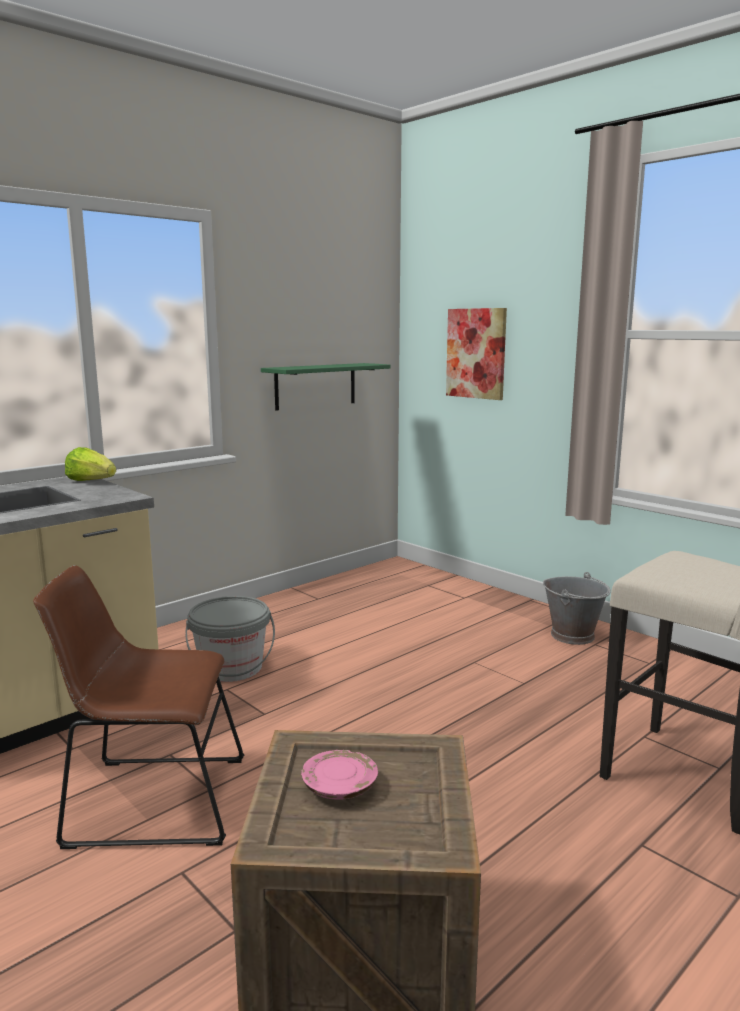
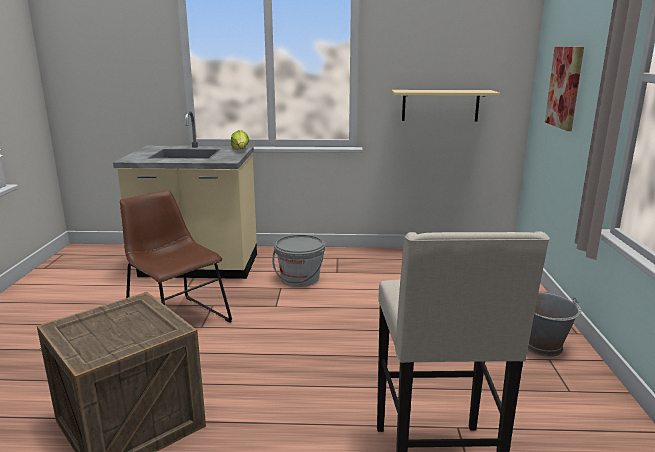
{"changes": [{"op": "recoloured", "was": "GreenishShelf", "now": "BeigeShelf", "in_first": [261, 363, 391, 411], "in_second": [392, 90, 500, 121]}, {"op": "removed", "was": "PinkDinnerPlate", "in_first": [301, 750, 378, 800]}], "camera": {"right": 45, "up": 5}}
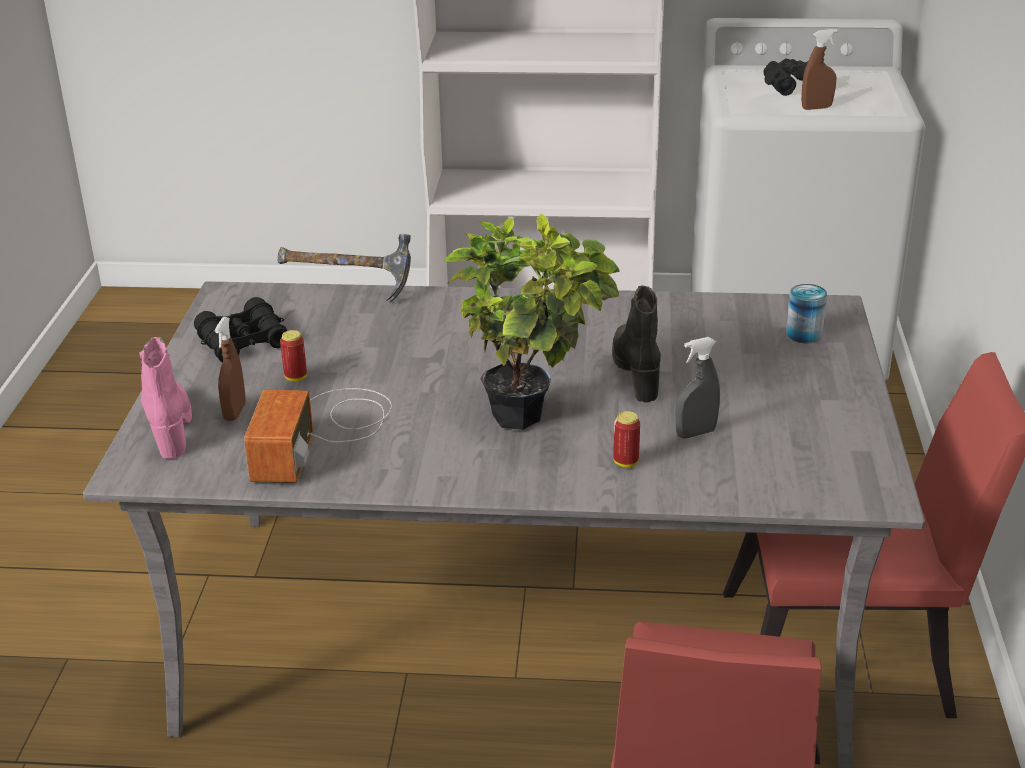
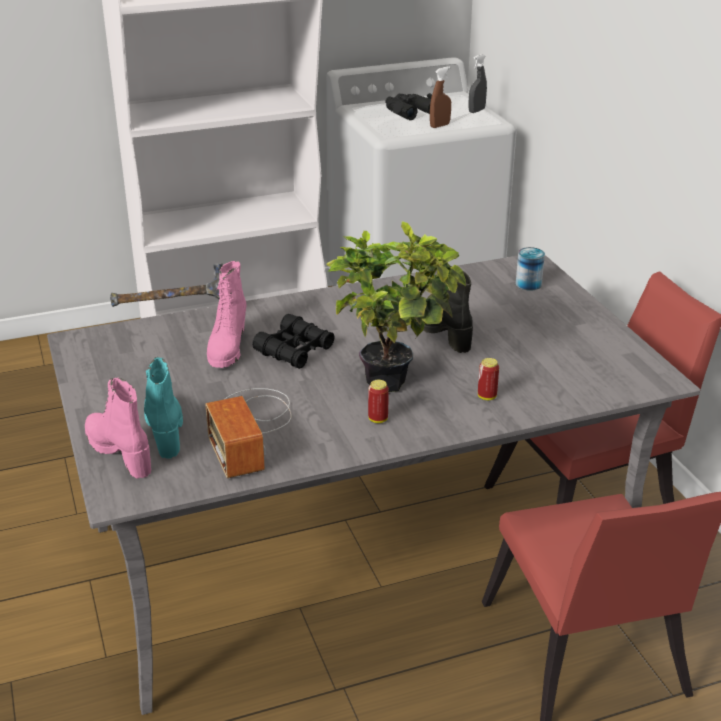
{"changes": [{"op": "moved", "was": "BlackishFieldGlasses", "in_first": [194, 297, 288, 362], "in_second": [252, 314, 334, 369]}, {"op": "replaced", "was": "BrownSprayer", "now": "BlueGreenHighTopBoot", "in_first": [214, 317, 246, 421], "in_second": [144, 357, 183, 459]}, {"op": "moved", "was": "SealedCan", "in_first": [280, 330, 307, 382], "in_second": [368, 380, 389, 423]}, {"op": "moved", "was": "GraySprayer", "in_first": [675, 337, 720, 439], "in_second": [468, 54, 487, 113]}, {"op": "added", "now": "PinkHighTopBoot", "in_second": [207, 261, 246, 368]}], "camera": {"right": -25, "up": 0}}
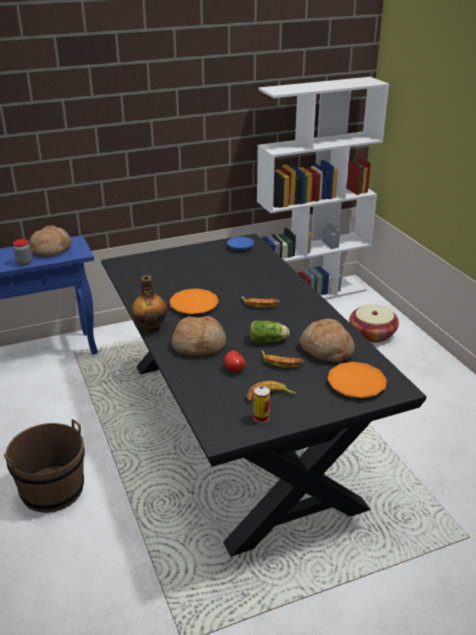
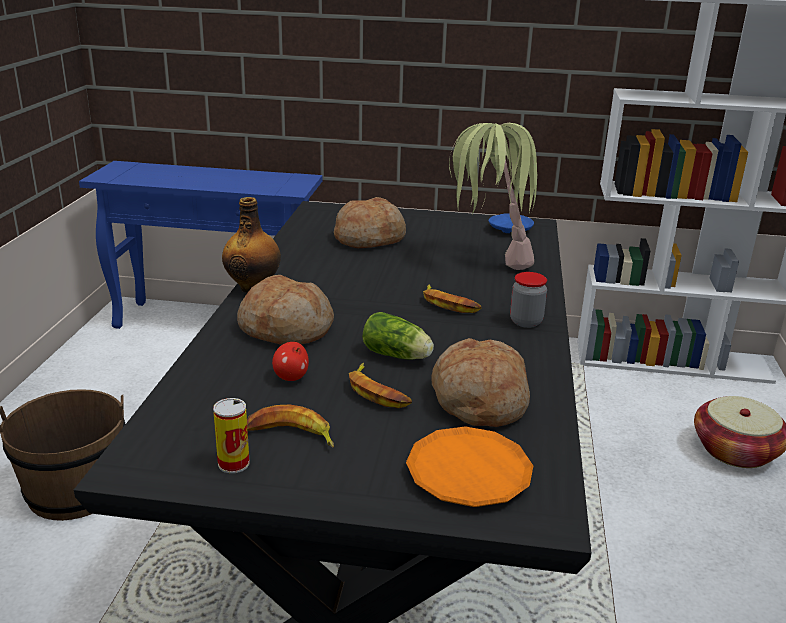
{"changes": [{"op": "moved", "was": "Jar", "in_first": [13, 239, 32, 266], "in_second": [510, 272, 547, 328]}, {"op": "moved", "was": "Bread", "in_first": [29, 225, 72, 257], "in_second": [334, 197, 406, 248]}, {"op": "removed", "was": "OrangeyDinnerPlate", "in_first": [169, 288, 219, 314]}, {"op": "added", "now": "Houseplant", "in_second": [449, 123, 537, 270]}], "camera": {"right": 30, "up": -5}}
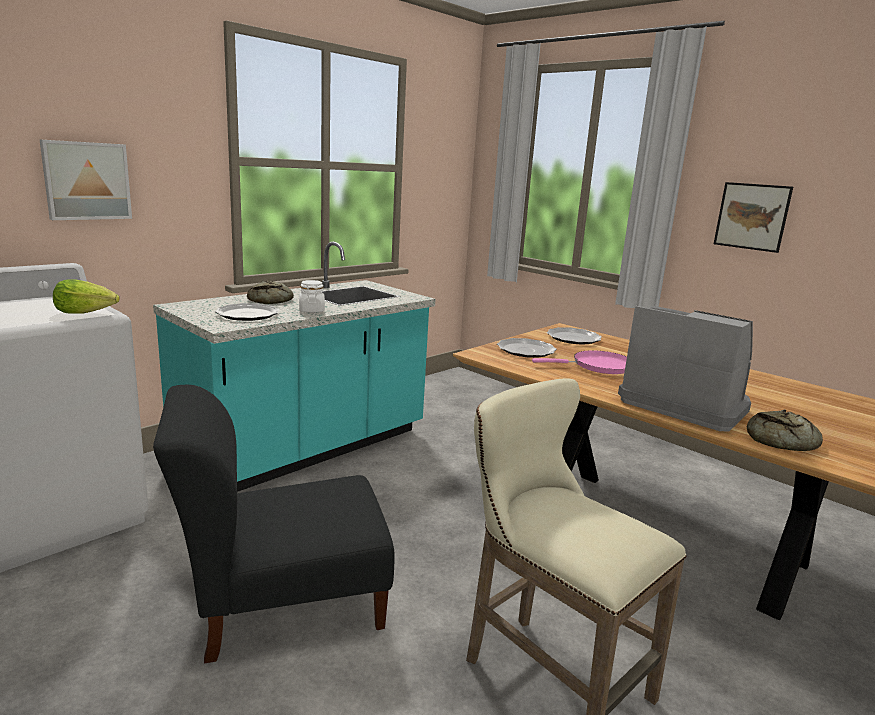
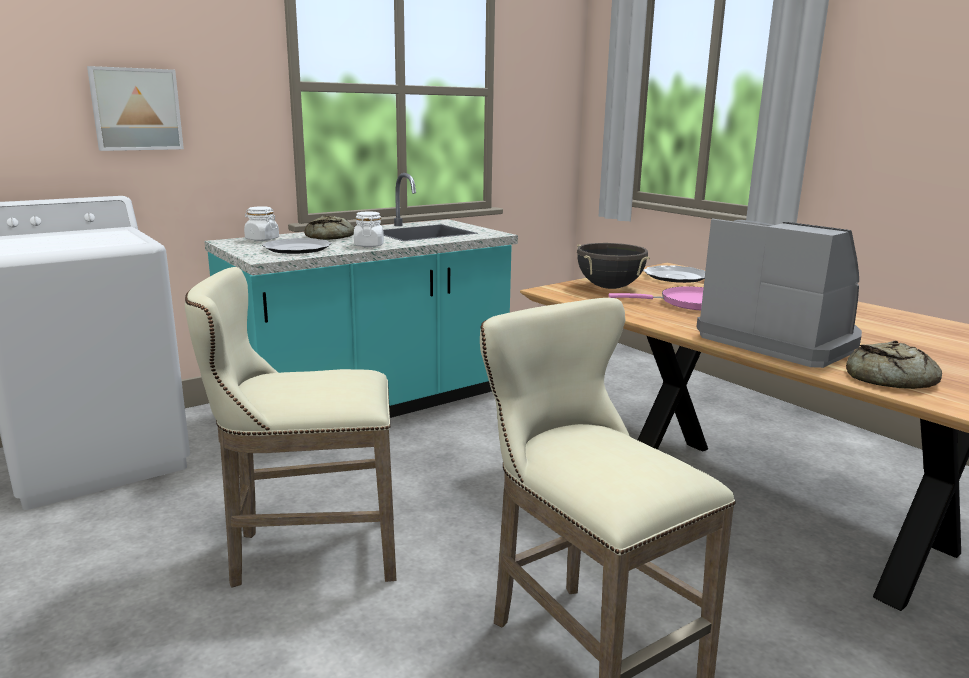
{"changes": [{"op": "removed", "was": "LettuceHead", "in_first": [53, 279, 120, 314]}, {"op": "replaced", "was": "BlackishPlainChair", "now": "BeigeSittingStool", "in_first": [153, 385, 394, 663], "in_second": [185, 267, 397, 588]}, {"op": "replaced", "was": "DinnerPlate", "now": "BlackishSaucepot", "in_first": [497, 338, 557, 358], "in_second": [577, 243, 650, 289]}, {"op": "removed", "was": "Picture", "in_first": [714, 182, 793, 253]}, {"op": "added", "now": "WhiteColouredJar", "in_second": [244, 206, 279, 241]}], "camera": {"right": 10, "up": 0}}
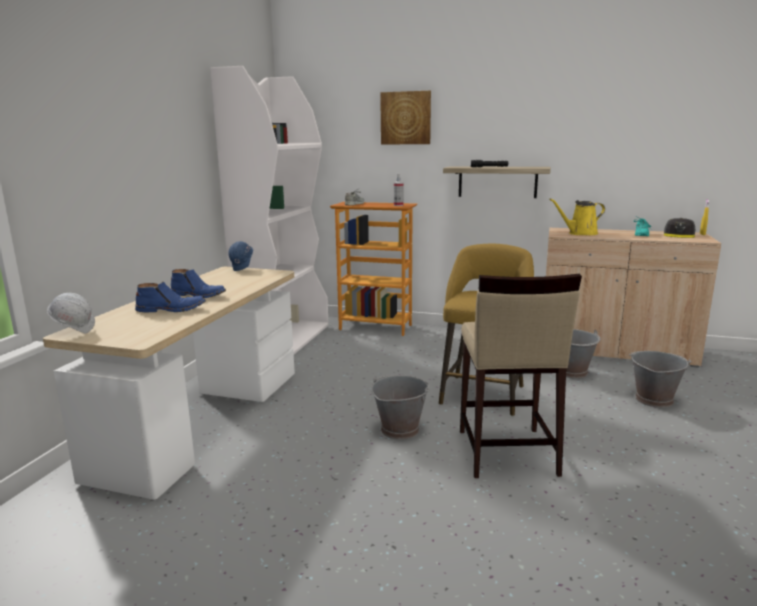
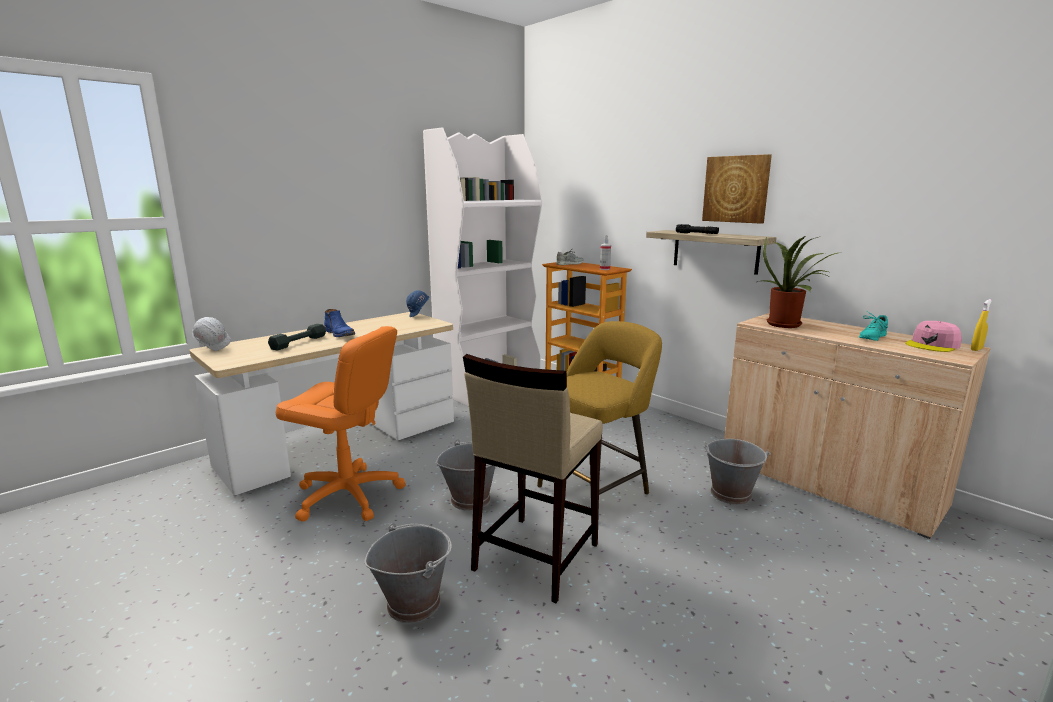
{"changes": [{"op": "replaced", "was": "BlueHighTopBoot", "now": "GrayFreeWeight", "in_first": [135, 281, 206, 312], "in_second": [268, 324, 326, 350]}, {"op": "moved", "was": "Picture", "in_first": [380, 91, 431, 145], "in_second": [702, 154, 772, 224]}, {"op": "replaced", "was": "YellowishSprinklingCan", "now": "Houseplant", "in_first": [549, 199, 605, 235], "in_second": [757, 236, 837, 328]}, {"op": "moved", "was": "GrayWaterBucket", "in_first": [629, 351, 692, 408], "in_second": [364, 523, 452, 623]}, {"op": "recoloured", "was": "GrayBaseballCap", "now": "PinkBaseballCap", "in_first": [664, 218, 696, 238], "in_second": [905, 321, 962, 352]}, {"op": "added", "now": "OrangeyOfficeChair", "in_second": [276, 326, 406, 521]}], "camera": {"right": 30, "up": 0}}
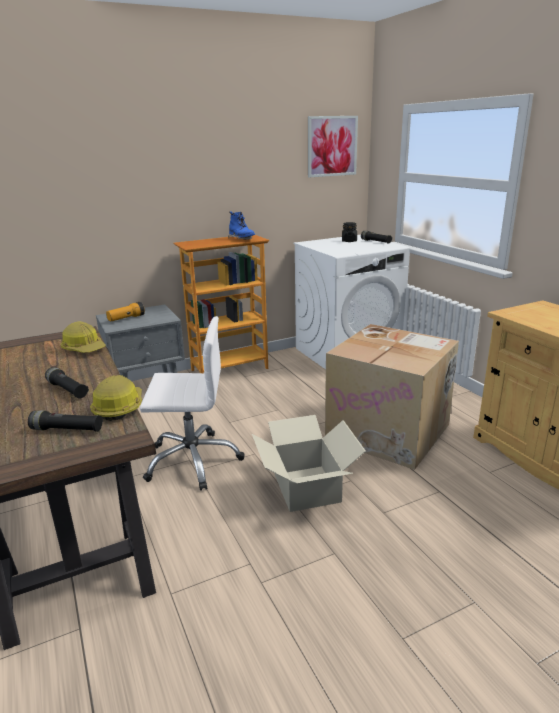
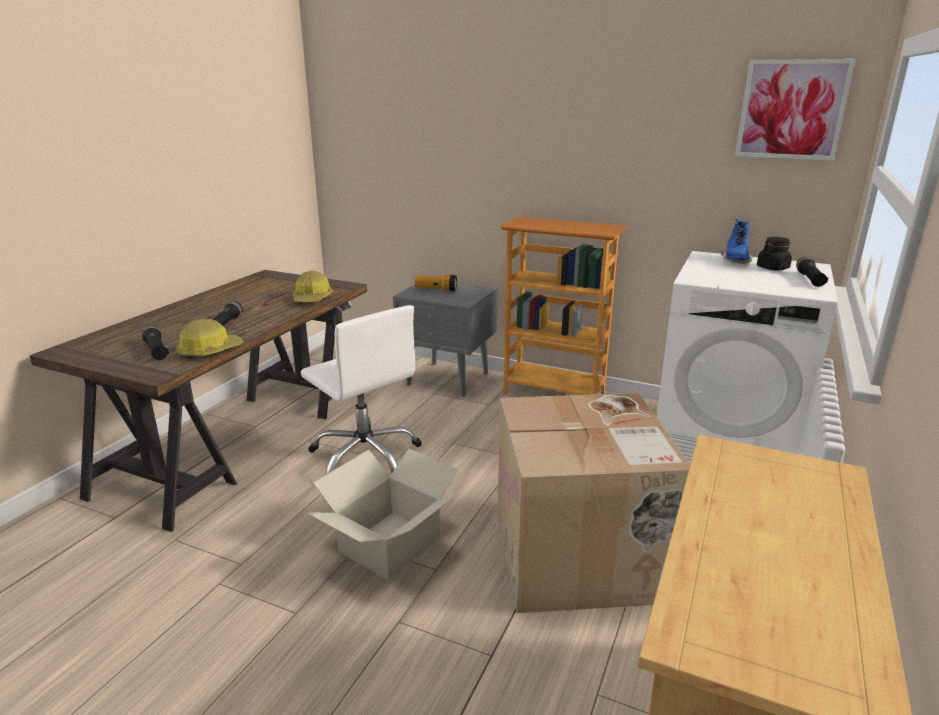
{"changes": [{"op": "moved", "was": "BlueHighTopBoot", "in_first": [228, 211, 255, 240], "in_second": [721, 219, 753, 264]}], "camera": {"right": 50, "up": 0}}
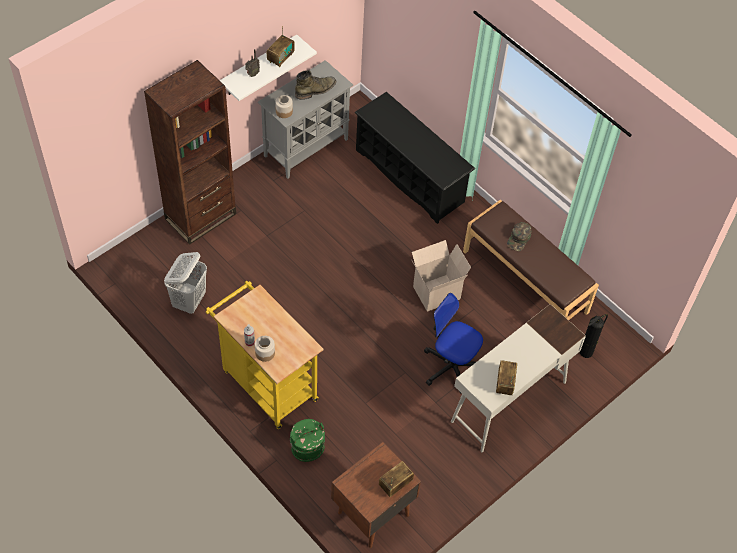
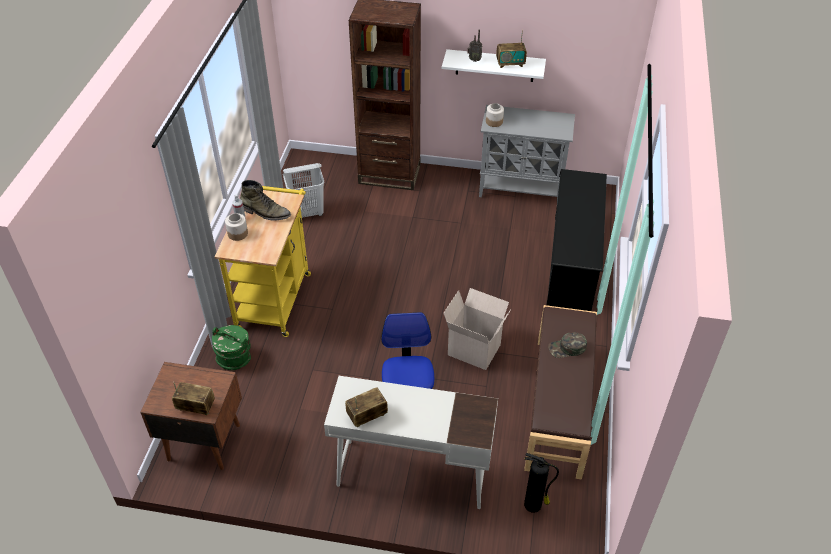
{"changes": [{"op": "moved", "was": "GreenishHighTopBoot", "in_first": [295, 70, 336, 100], "in_second": [240, 180, 291, 221]}], "camera": {"right": 55, "up": -10}}
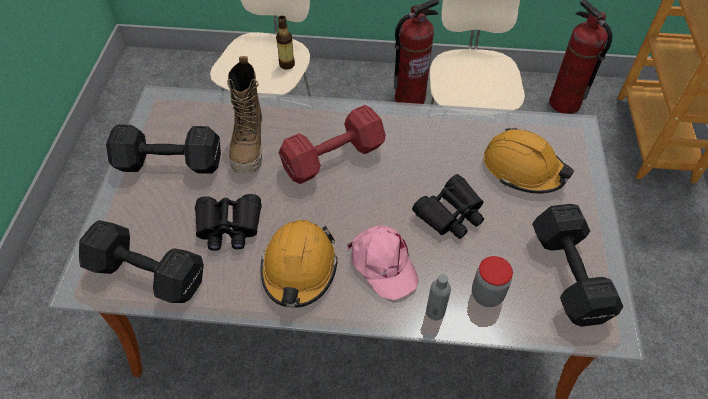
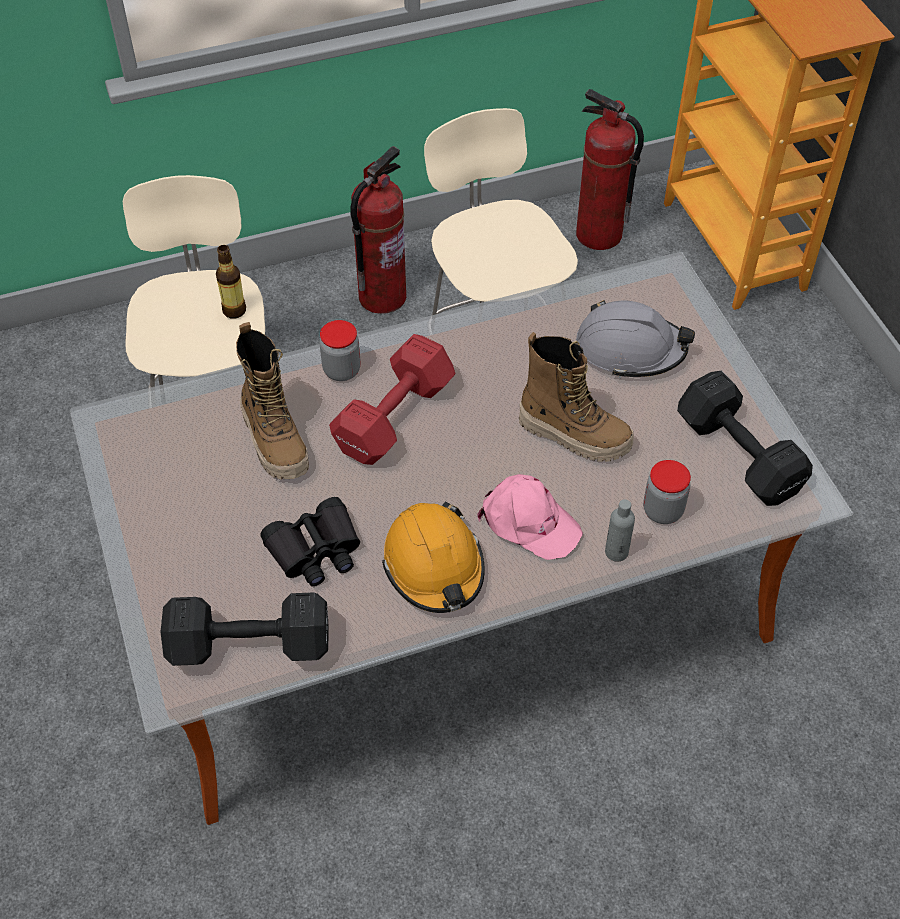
{"changes": [{"op": "removed", "was": "BlackishFreeWeight", "in_first": [106, 124, 221, 174]}, {"op": "replaced", "was": "BlackishFieldGlasses", "now": "HighTopBoot", "in_first": [412, 174, 484, 239], "in_second": [519, 332, 634, 462]}, {"op": "recoloured", "was": "OrangeySafetyHelmet", "now": "GraySafetyHelmet", "in_first": [484, 128, 574, 194], "in_second": [576, 300, 695, 378]}, {"op": "added", "now": "Jar", "in_second": [319, 320, 361, 381]}], "camera": {"right": -25, "up": 0}}
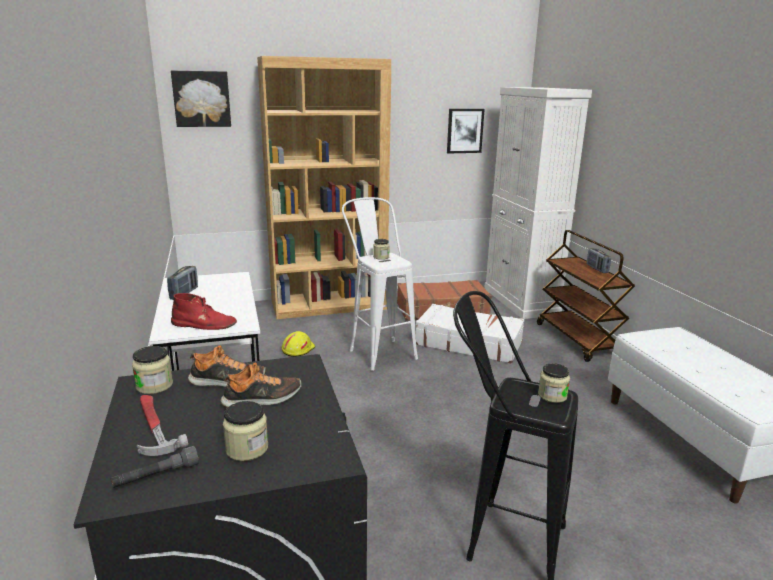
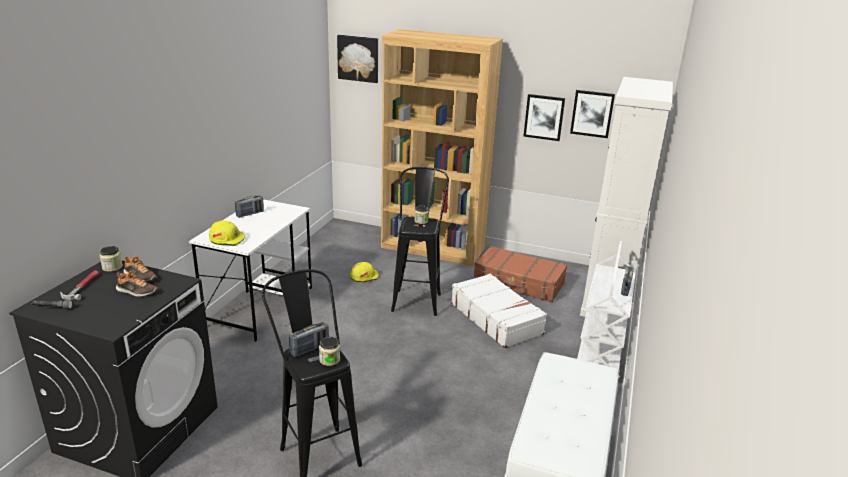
{"changes": [{"op": "replaced", "was": "RedHighTopBoot", "now": "YellowishSafetyHelmet", "in_first": [171, 293, 237, 330], "in_second": [209, 220, 245, 246]}, {"op": "removed", "was": "Jar", "in_first": [223, 401, 268, 461]}, {"op": "recoloured", "was": "WhiteColouredSittingStool", "now": "BlackishSittingStool", "in_first": [342, 197, 418, 371], "in_second": [391, 167, 449, 316]}, {"op": "recoloured", "was": "BrownTrolley", "now": "WhiteColouredTrolley", "in_first": [537, 230, 635, 362], "in_second": [577, 241, 636, 379]}, {"op": "added", "now": "RadioReceiver", "in_second": [289, 322, 329, 357]}, {"op": "added", "now": "Picture", "in_second": [523, 94, 565, 141]}], "camera": {"right": 35, "up": 5}}
